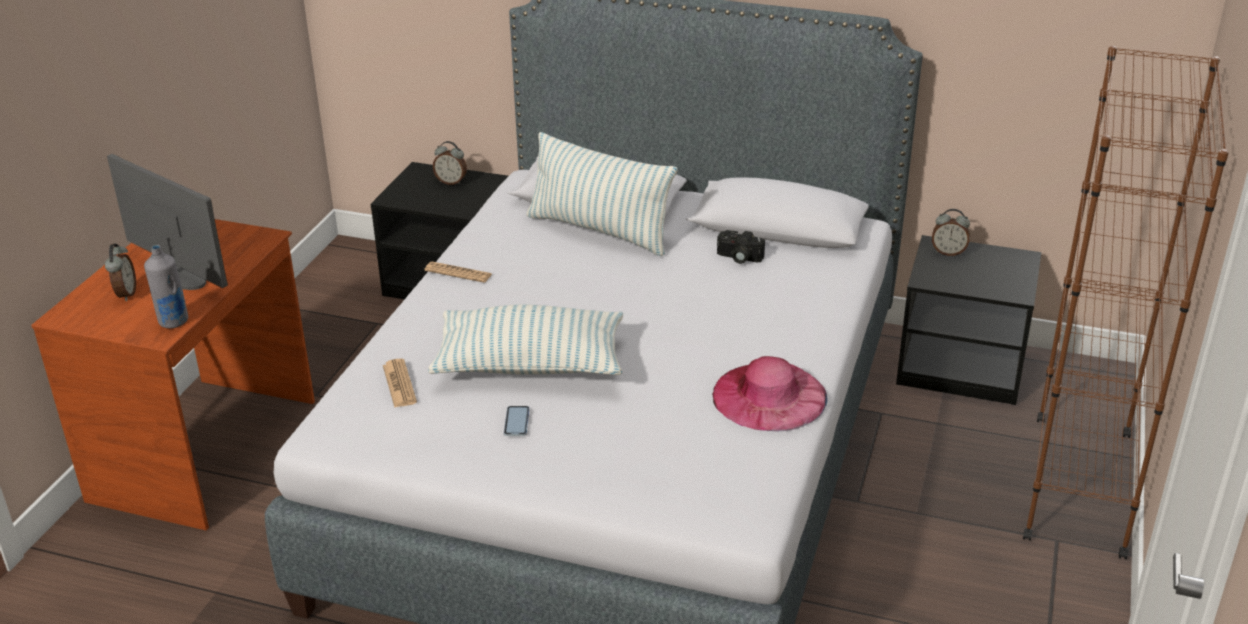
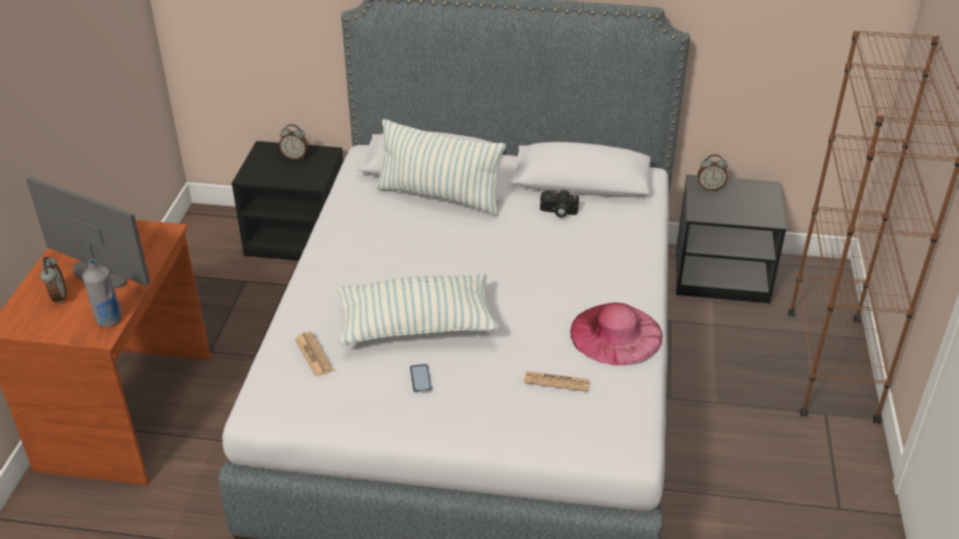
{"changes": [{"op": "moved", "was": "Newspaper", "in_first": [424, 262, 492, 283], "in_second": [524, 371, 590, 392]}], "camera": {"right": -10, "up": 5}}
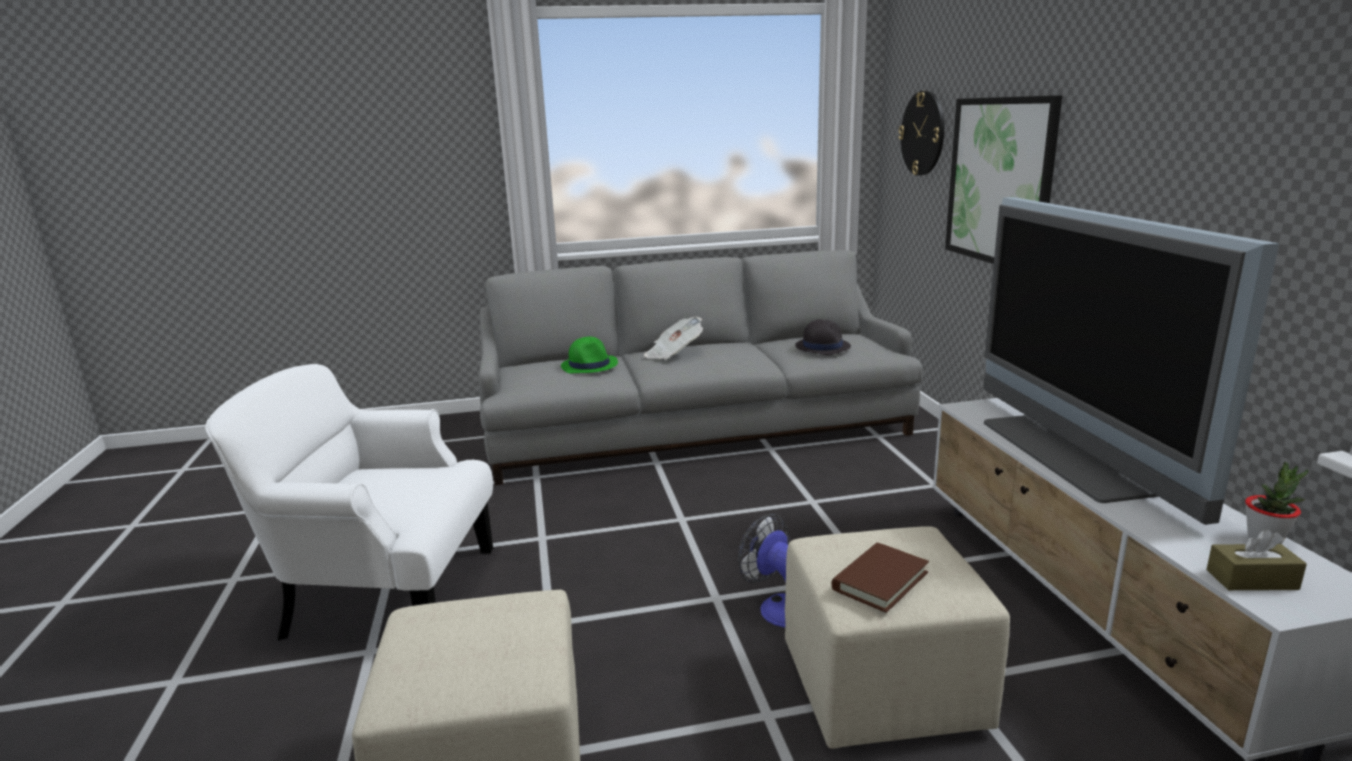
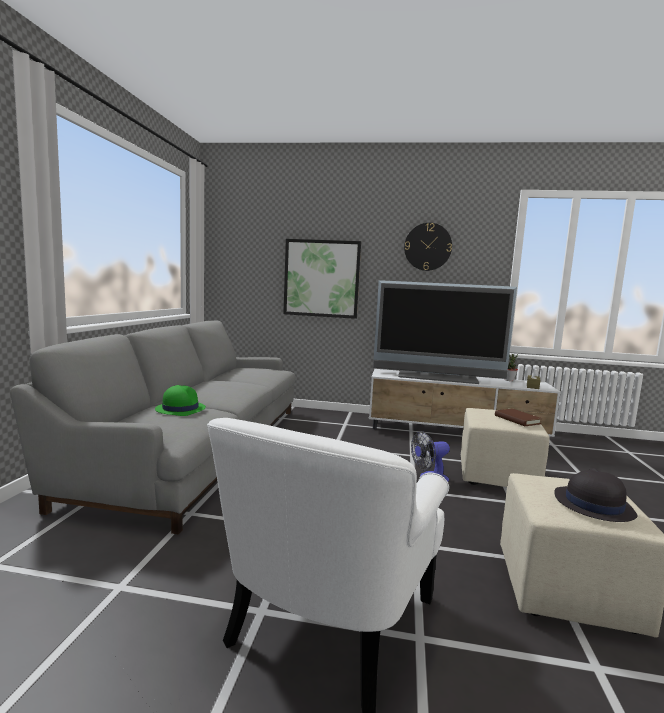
{"changes": [{"op": "removed", "was": "Newspaper", "in_first": [644, 317, 703, 360]}, {"op": "moved", "was": "BlackishWearableHat", "in_first": [795, 319, 851, 355], "in_second": [554, 468, 638, 522]}, {"op": "moved", "was": "WallClock", "in_first": [898, 91, 944, 176], "in_second": [404, 223, 452, 271]}], "camera": {"right": -70, "up": -10}}
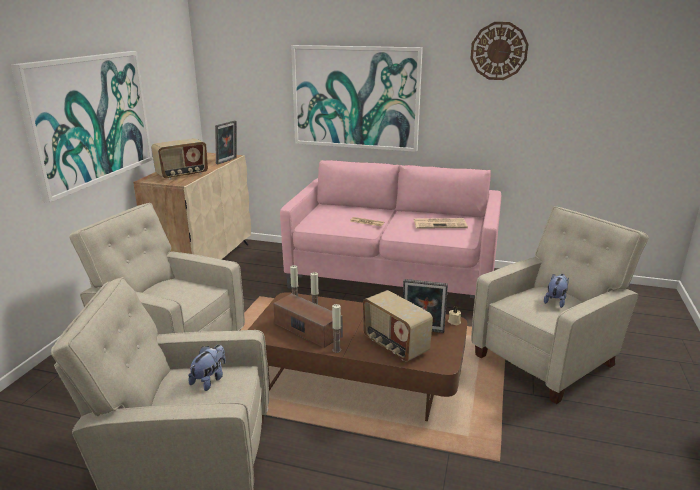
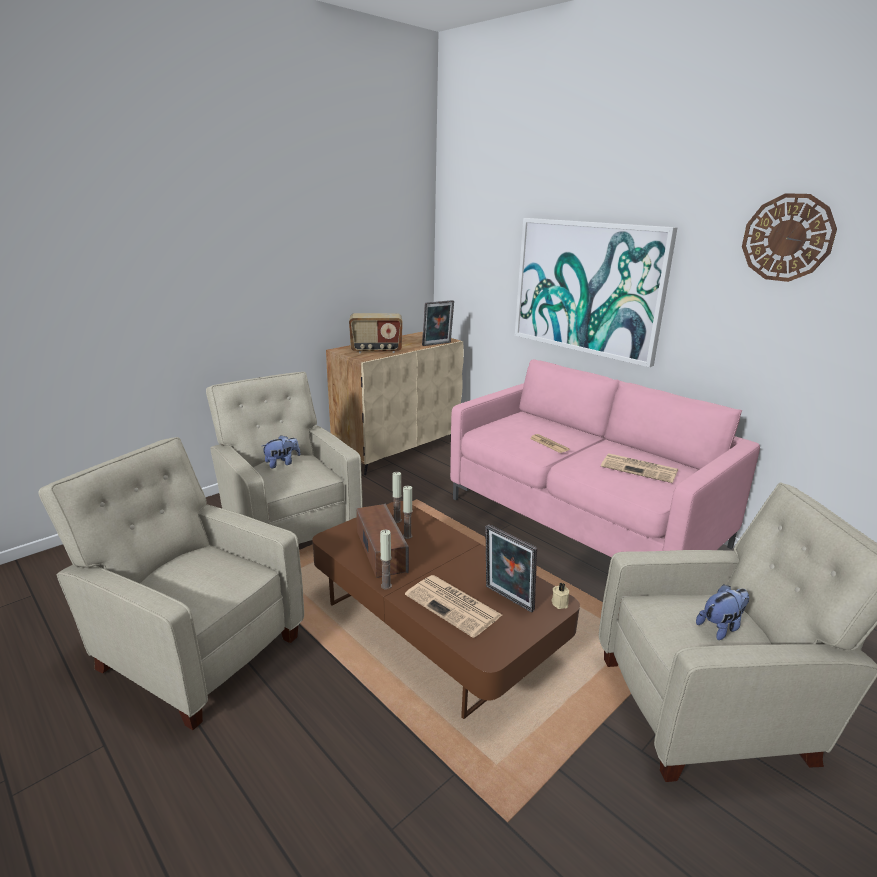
{"changes": [{"op": "removed", "was": "Picture", "in_first": [11, 51, 153, 203]}, {"op": "moved", "was": "SoftToy", "in_first": [188, 345, 226, 391], "in_second": [262, 435, 300, 468]}, {"op": "replaced", "was": "RadioReceiver", "now": "Newspaper", "in_first": [363, 290, 433, 362], "in_second": [405, 575, 502, 638]}], "camera": {"right": 30, "up": 0}}
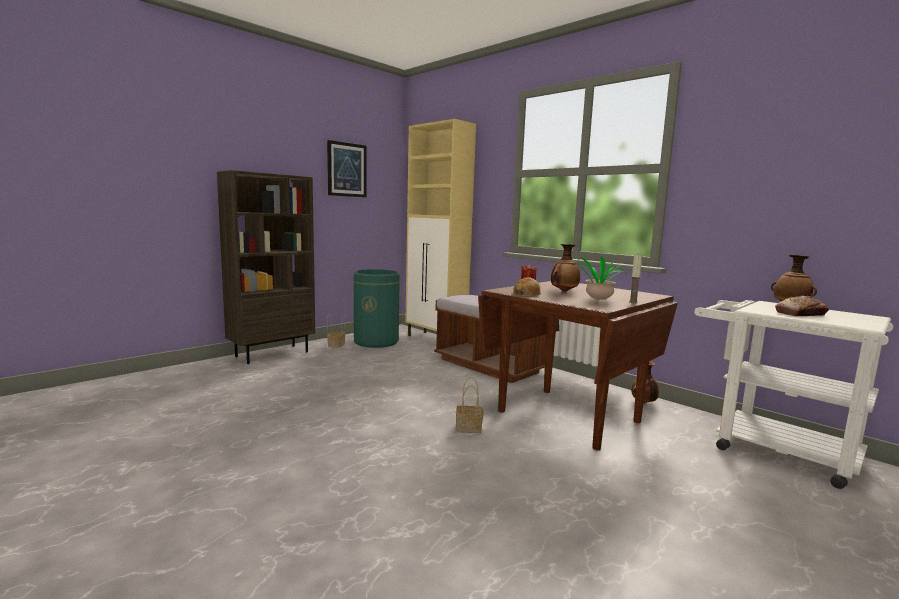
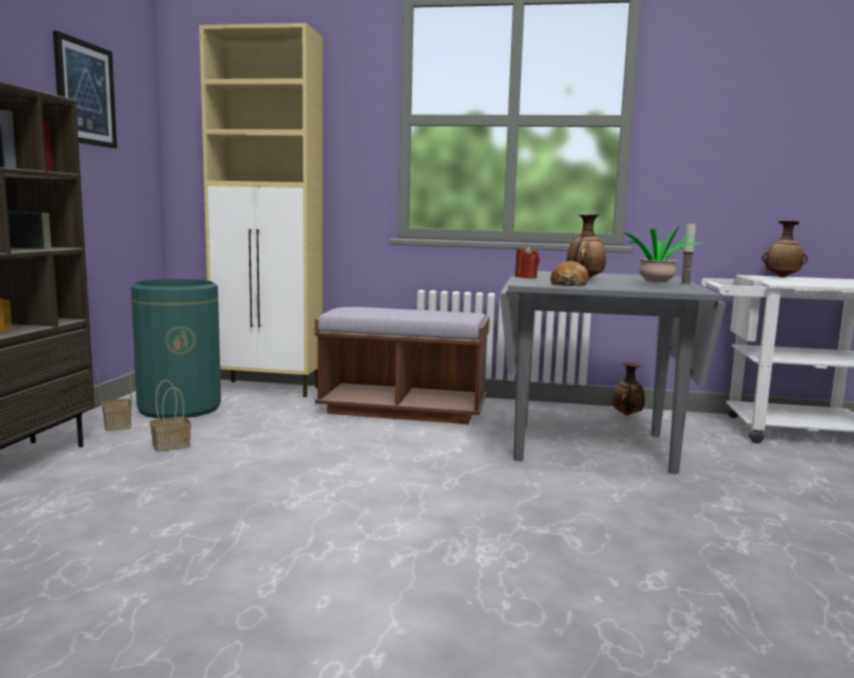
{"changes": [{"op": "moved", "was": "Basket", "in_first": [456, 377, 484, 433], "in_second": [150, 380, 191, 452]}, {"op": "recoloured", "was": "BrownDiningTable", "now": "GrayDiningTable", "in_first": [478, 281, 678, 450], "in_second": [500, 271, 726, 474]}, {"op": "removed", "was": "Bread", "in_first": [775, 296, 829, 316]}], "camera": {"right": -35, "up": 0}}
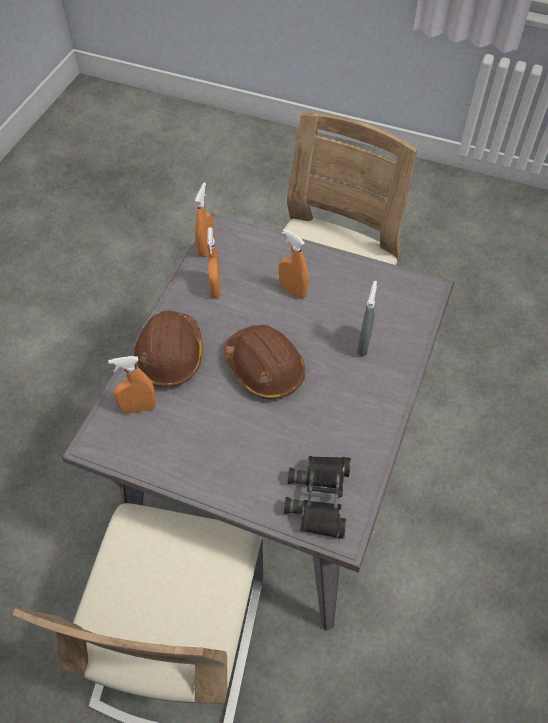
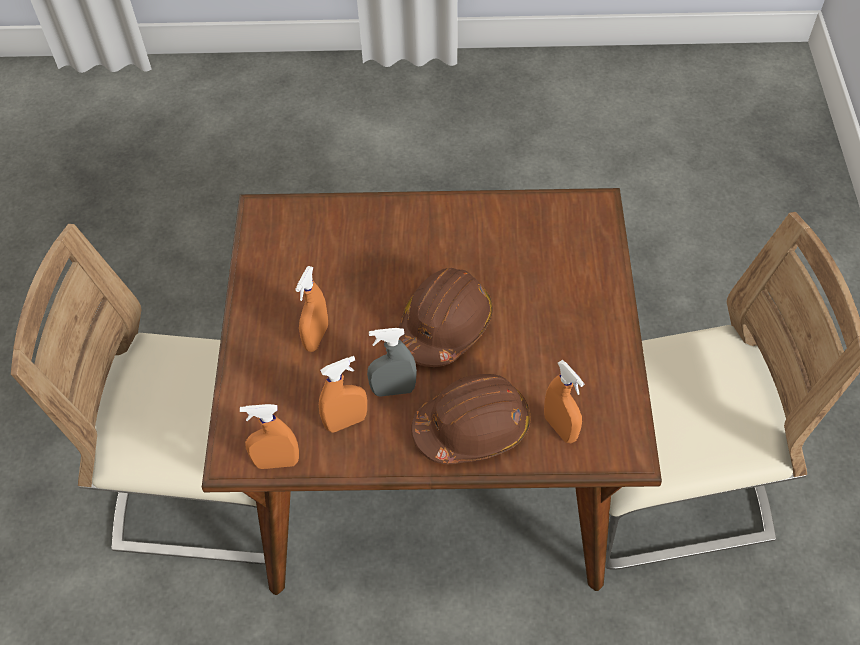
{"changes": [{"op": "recoloured", "was": "GrayDiningTable", "now": "BrownDiningTable", "in_first": [62, 213, 454, 631], "in_second": [202, 188, 662, 595]}, {"op": "removed", "was": "BlackishFieldGlasses", "in_first": [284, 456, 351, 539]}, {"op": "moved", "was": "GraySprayer", "in_first": [357, 281, 377, 357], "in_second": [367, 328, 417, 397]}], "camera": {"right": -110, "up": 0}}
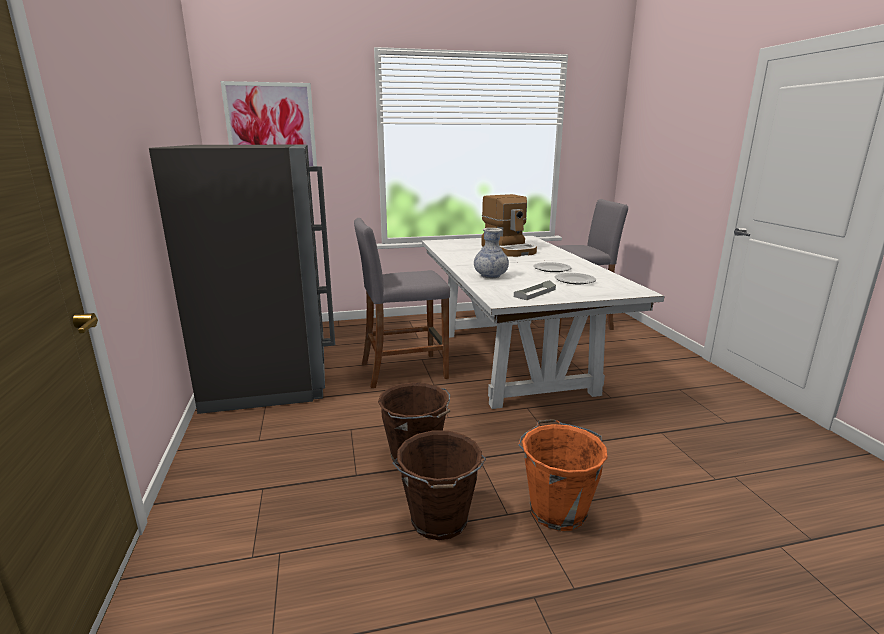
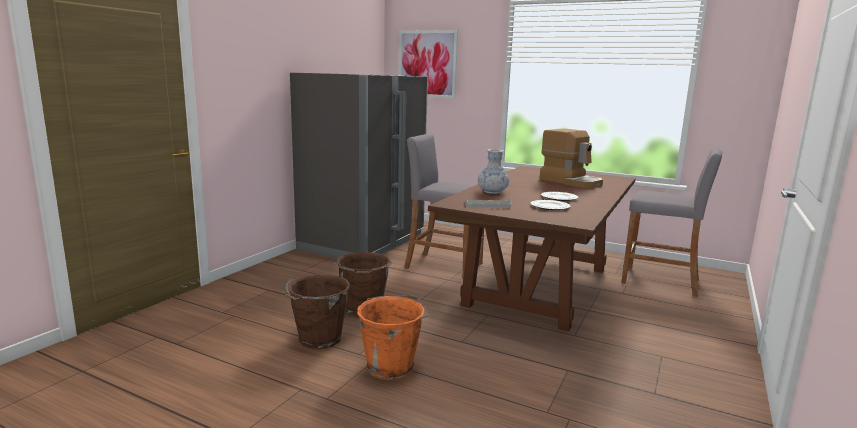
{"changes": [{"op": "recoloured", "was": "WhiteColouredDiningTable", "now": "BrownDiningTable", "in_first": [422, 236, 665, 409], "in_second": [428, 166, 636, 331]}, {"op": "turned", "was": "CoffeeMaker", "in_first": [481, 194, 537, 257], "in_second": [539, 129, 603, 188], "clockwise": -60}], "camera": {"right": 40, "up": -5}}
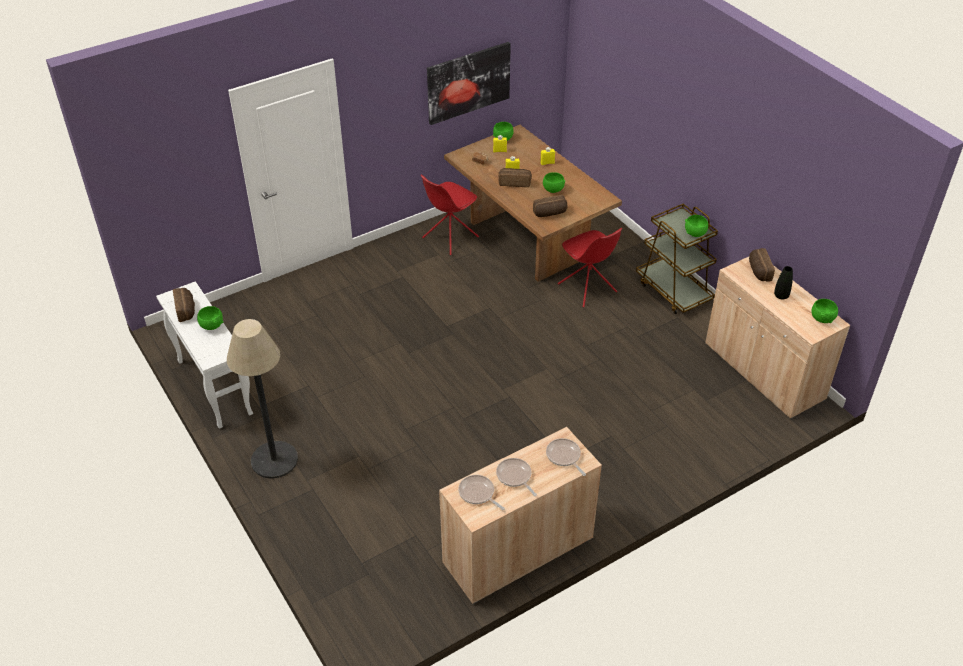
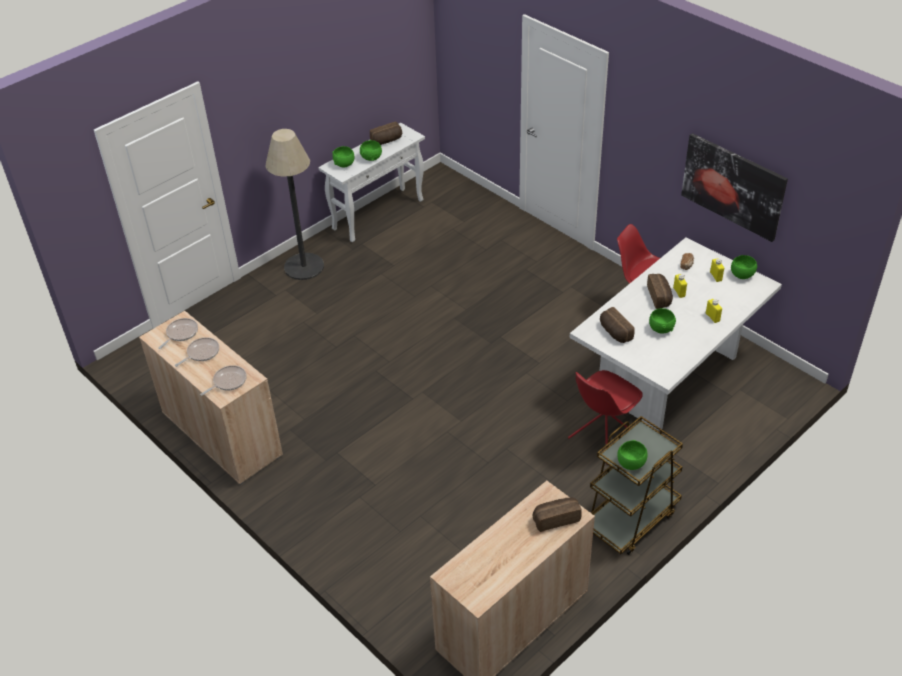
{"changes": [{"op": "recoloured", "was": "BrownDiningTable", "now": "WhiteColouredDiningTable", "in_first": [444, 125, 622, 281], "in_second": [569, 237, 782, 431]}, {"op": "removed", "was": "BlackishFlowerVase", "in_first": [774, 266, 793, 299]}, {"op": "moved", "was": "GreenishDeepDish", "in_first": [811, 299, 838, 323], "in_second": [332, 146, 355, 168]}], "camera": {"right": 80, "up": 0}}
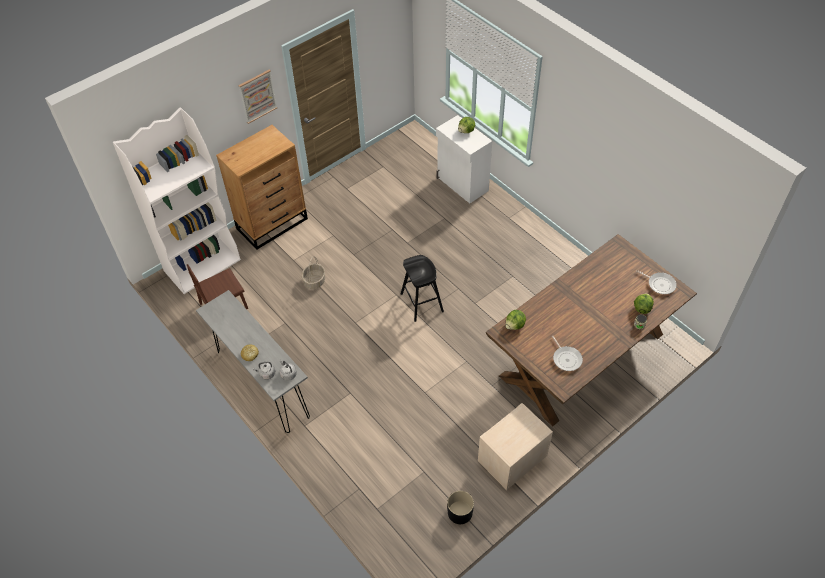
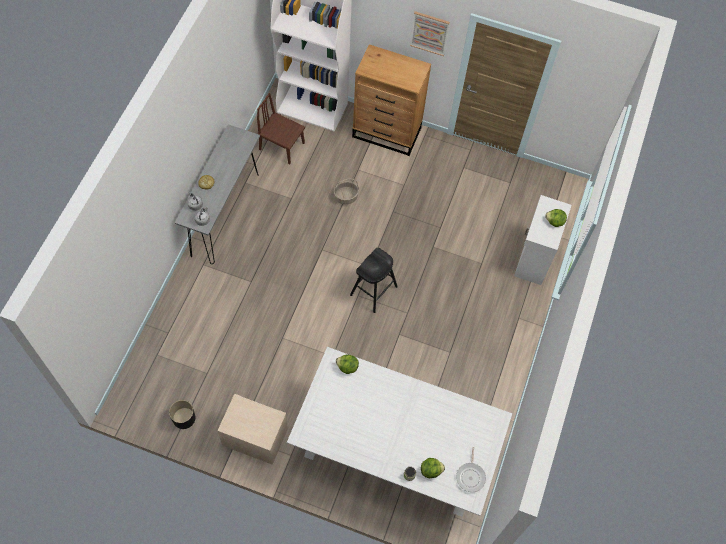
{"changes": [{"op": "recoloured", "was": "BrownDiningTable", "now": "WhiteColouredDiningTable", "in_first": [486, 234, 697, 426], "in_second": [287, 347, 512, 516]}, {"op": "removed", "was": "FryingPan", "in_first": [552, 336, 583, 371]}], "camera": {"right": 55, "up": 10}}
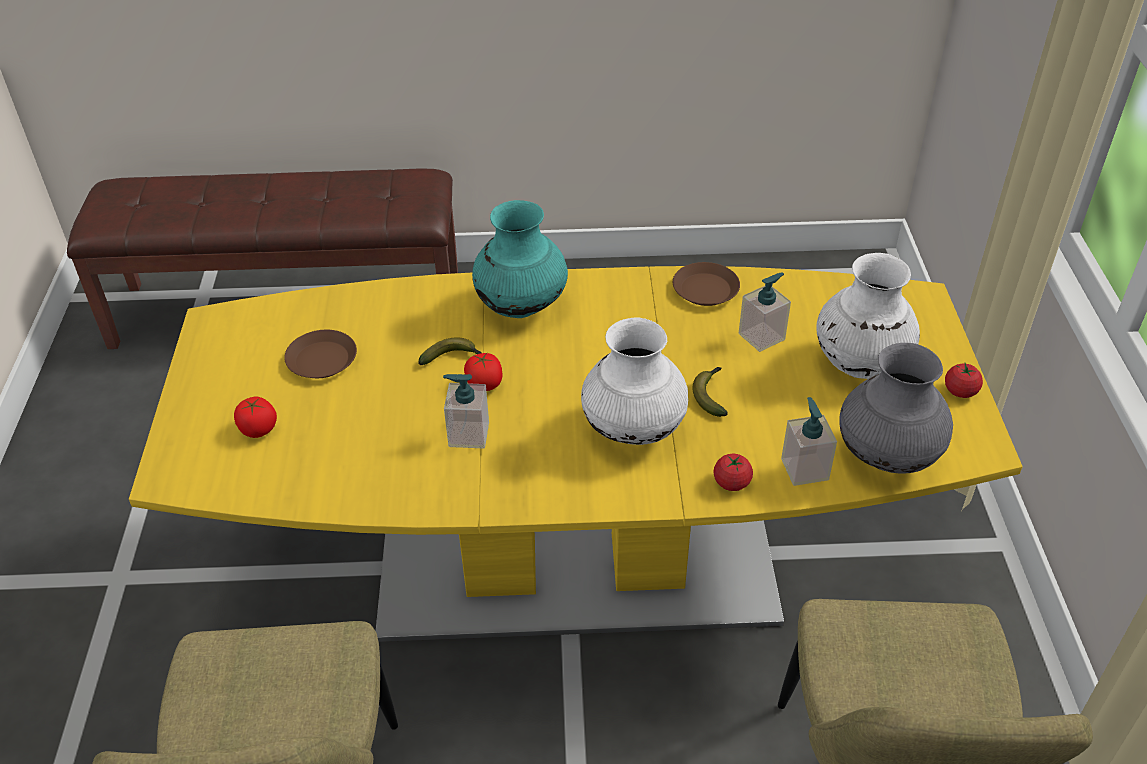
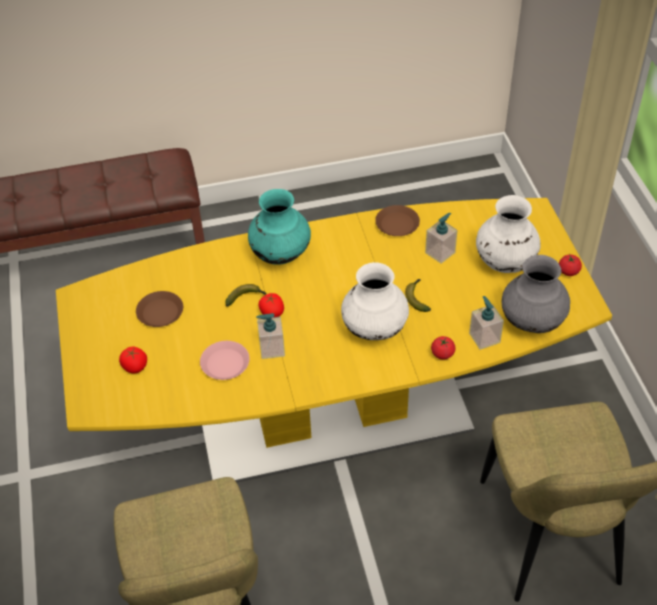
{"changes": [{"op": "added", "now": "PinkDinnerPlate", "in_second": [200, 341, 250, 380]}], "camera": {"right": -10, "up": 5}}
